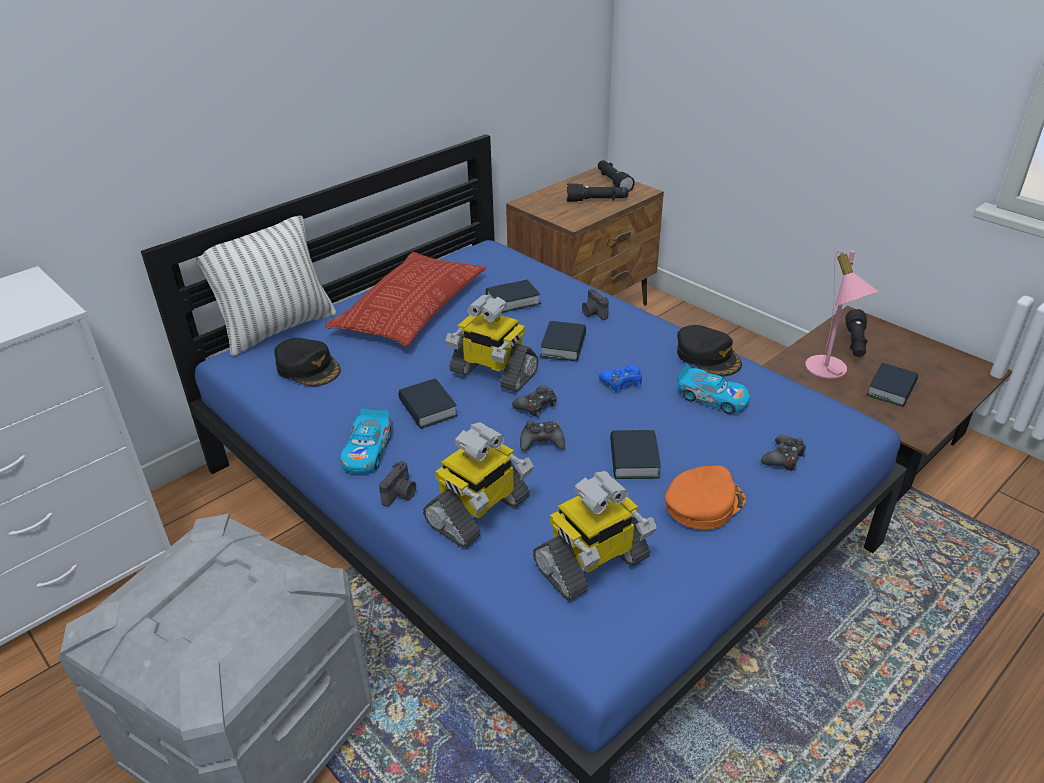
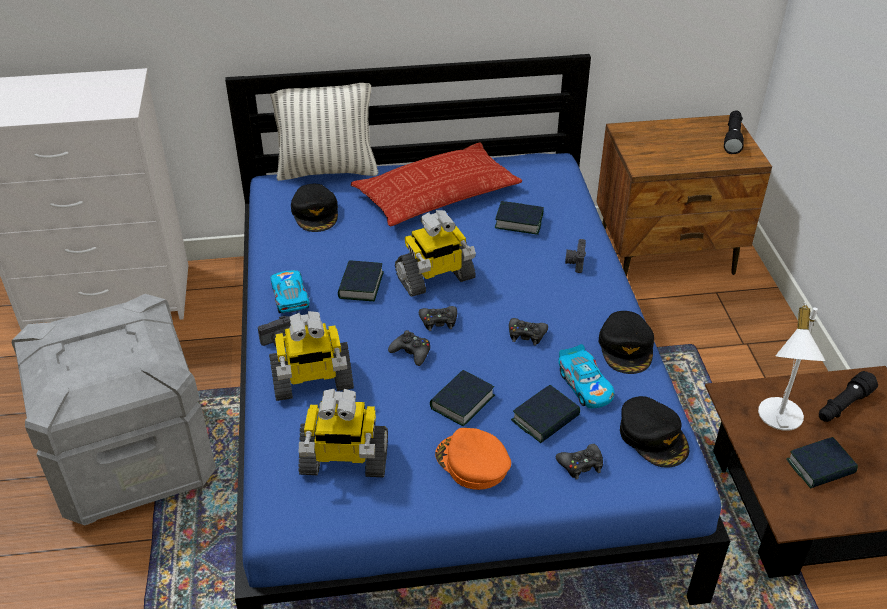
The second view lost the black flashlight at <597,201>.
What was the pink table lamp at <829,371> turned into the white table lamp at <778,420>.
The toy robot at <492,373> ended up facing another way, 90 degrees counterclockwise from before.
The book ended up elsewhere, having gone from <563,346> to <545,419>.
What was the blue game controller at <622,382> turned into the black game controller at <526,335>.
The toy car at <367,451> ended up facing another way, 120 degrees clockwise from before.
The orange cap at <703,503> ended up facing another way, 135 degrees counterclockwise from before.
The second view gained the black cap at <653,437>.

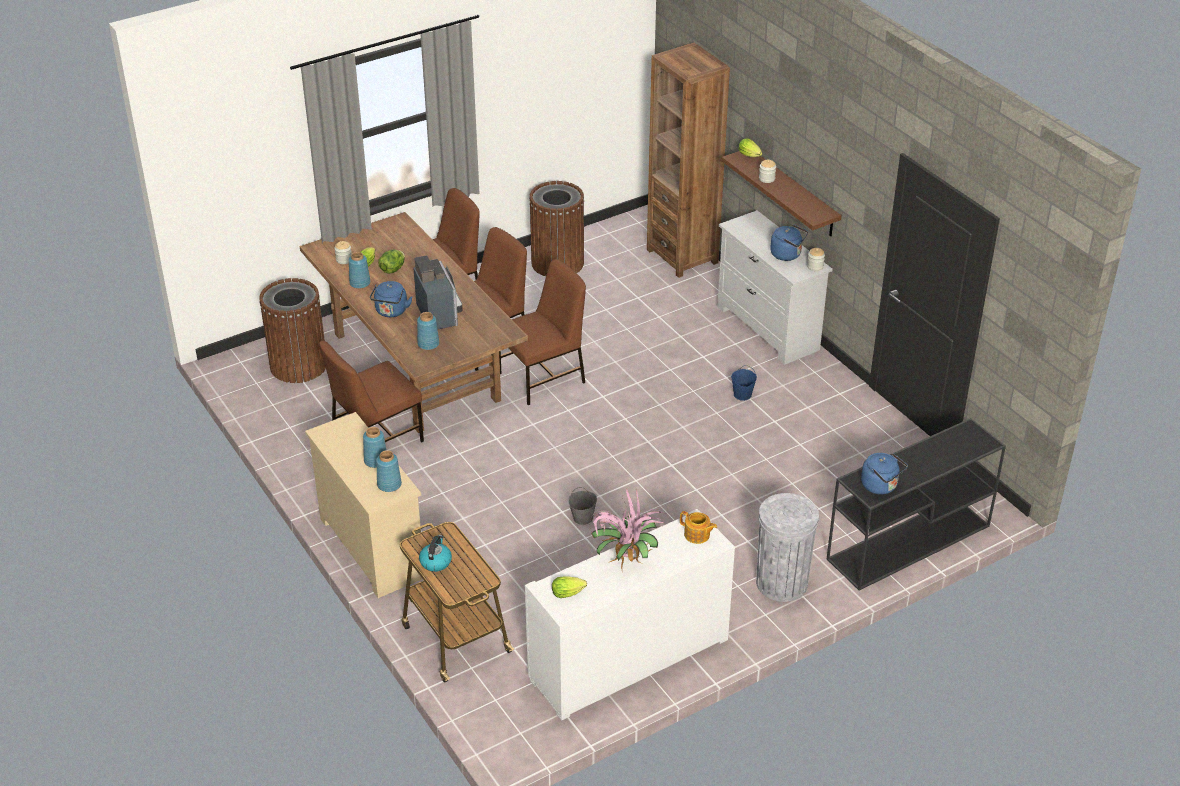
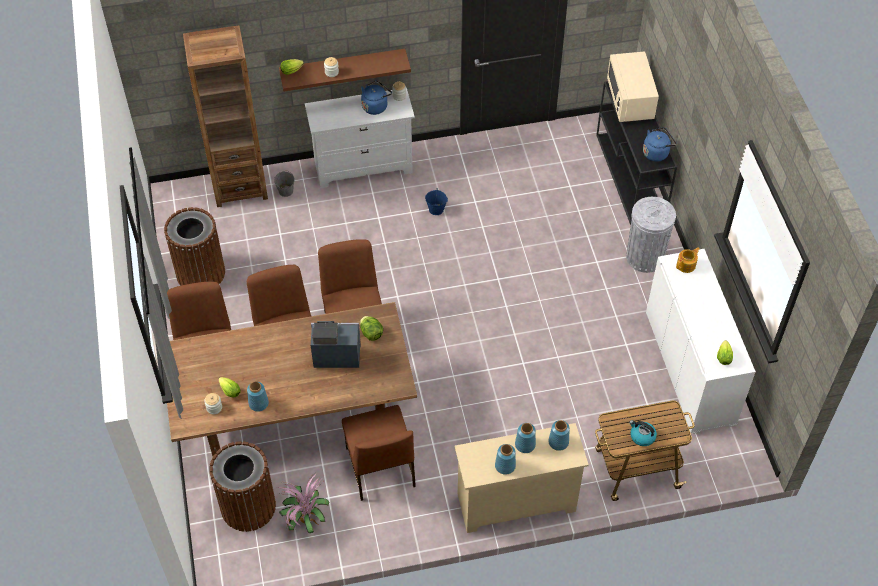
The lettuce ended up elsewhere, having gone from <393,269> to <371,333>.
The second view lost the blue kettle at <391,312>.
The blue vase ended up elsewhere, having gone from <428,344> to <505,465>.
The grey bucket ended up elsewhere, having gone from <583,518> to <285,191>.
The potted plant ended up elsewhere, having gone from <625,560> to <305,519>.
The second view gained the beige microwave at <630,101>.

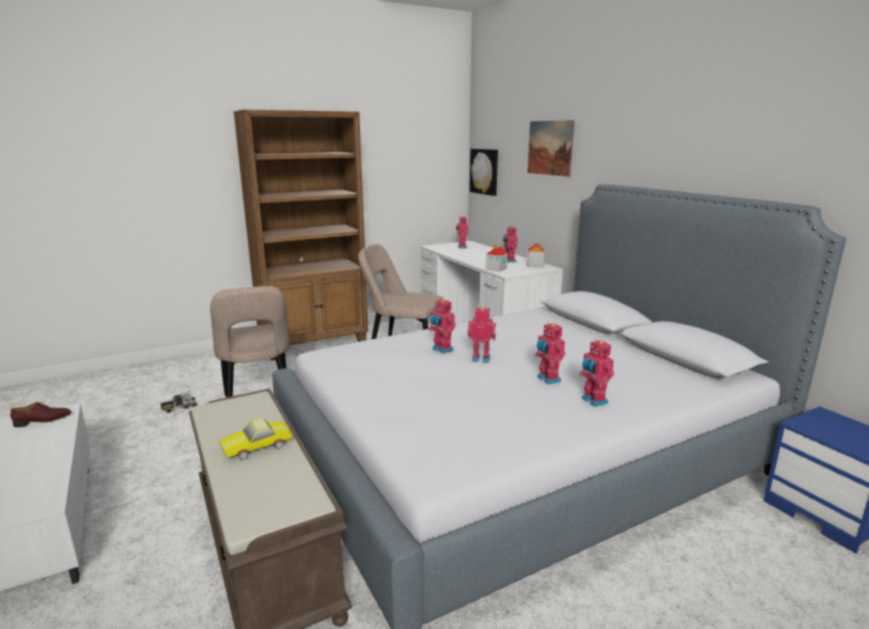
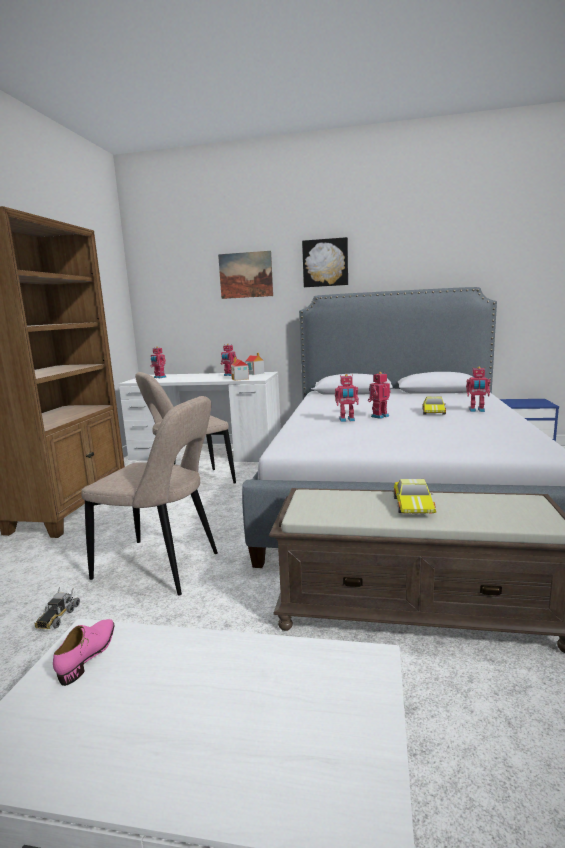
The picture ended up elsewhere, having gone from <485,171> to <325,263>.
Where the toy robot stood at <547,379>, the toy car came to stand at <434,412>.
What was the brown shoe at <43,420> turned into the pink shoe at <89,654>.

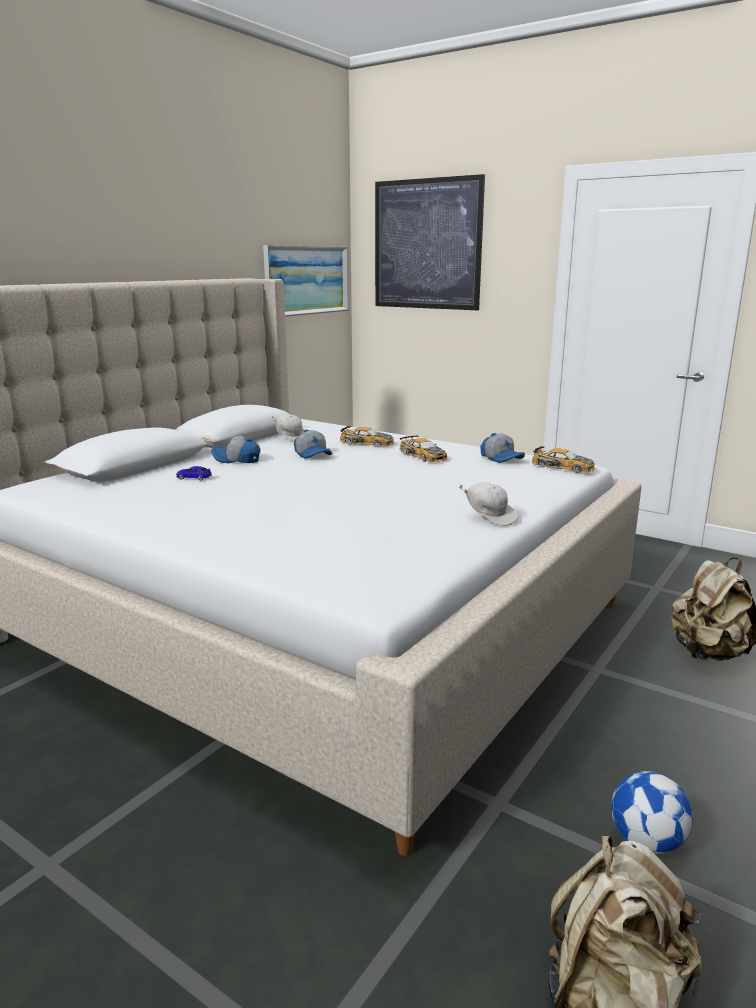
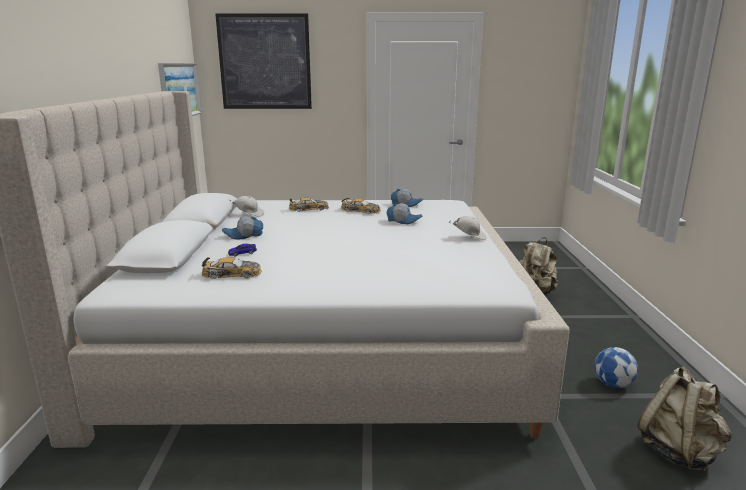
The cap ended up elsewhere, having gone from <313,454> to <404,221>.
The toy car ended up elsewhere, having gone from <563,467> to <232,274>.

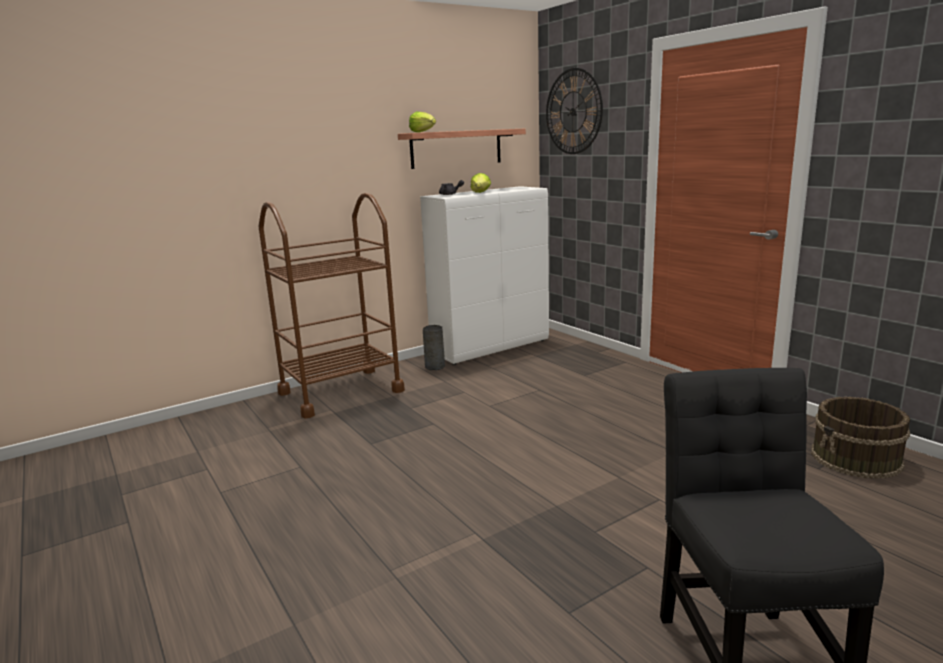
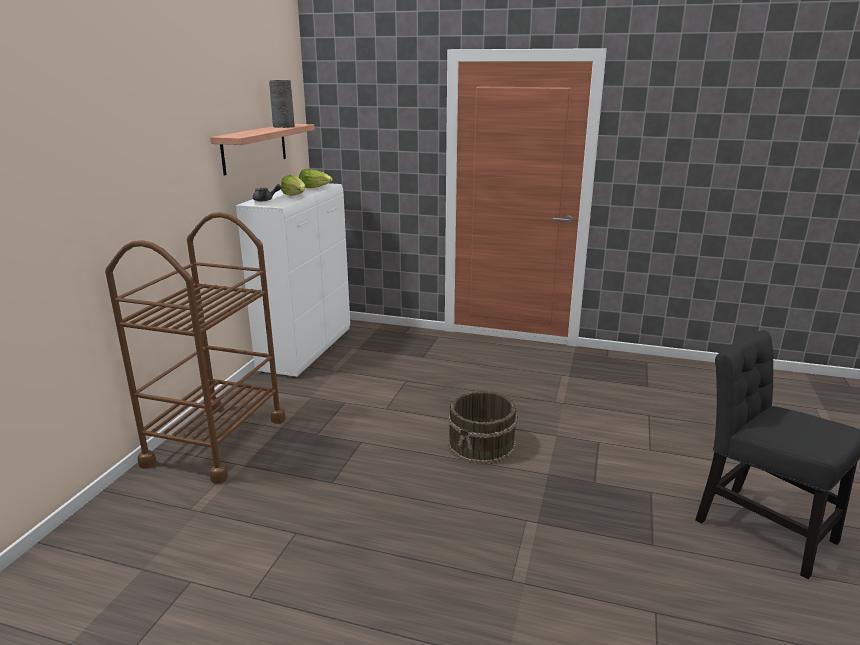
The second view lost the wall clock at <573,111>.
The lettuce ended up elsewhere, having gone from <424,132> to <315,188>.
The grey vase ended up elsewhere, having gone from <435,366> to <283,126>.
The brown bucket ended up elsewhere, having gone from <856,458> to <482,444>.

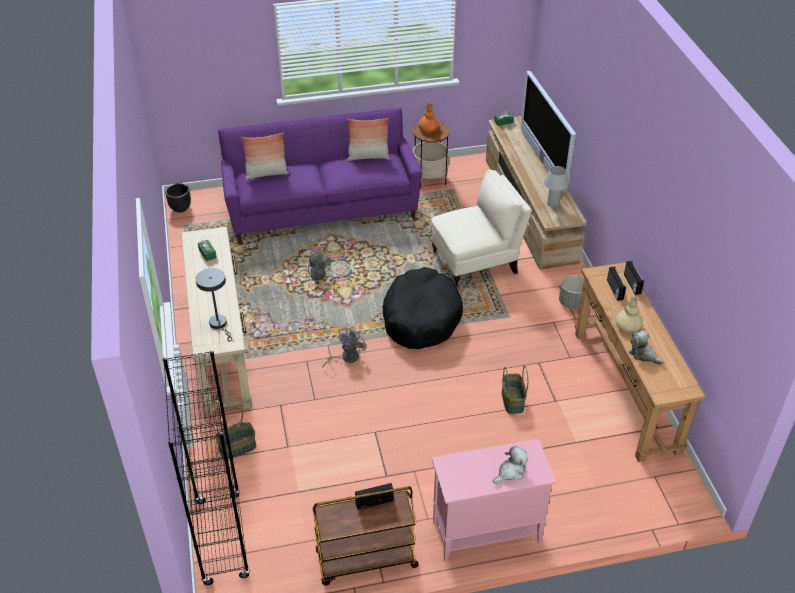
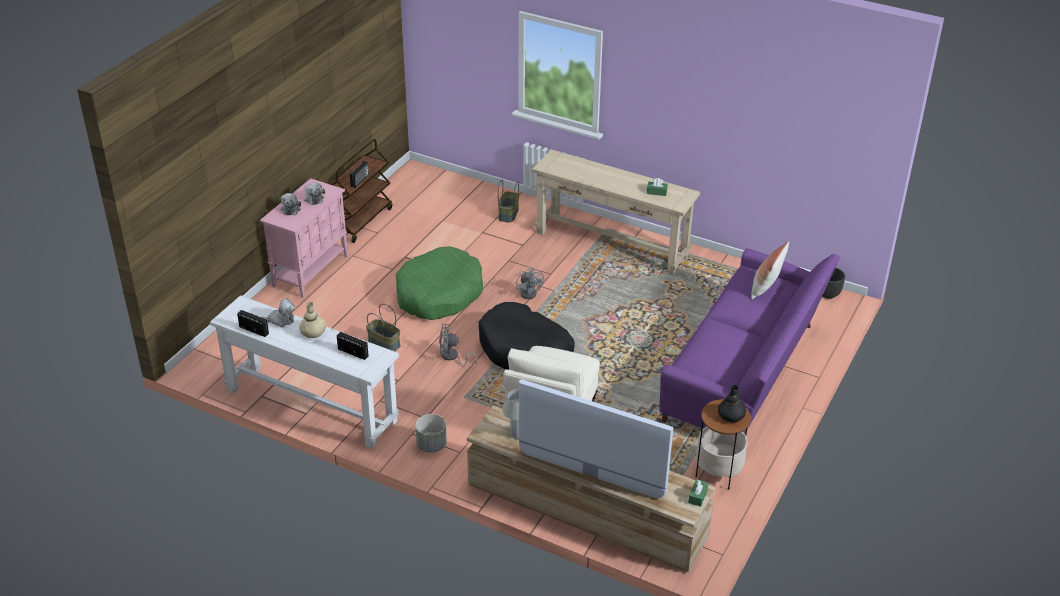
What was the orange vase at <428,129> turned into the black vase at <731,416>.
The second view lost the pillow at <368,157>.
The grey fan ended up elsewhere, having gone from <318,273> to <452,357>.
The radio ended up elsewhere, having gone from <631,284> to <254,330>.
What was the brown console table at <625,390> turned into the white console table at <311,405>.
The second view lost the grey table lamp at <219,324>.
The second view lost the black bookcase at <222,539>.
The second view gained the plush toy at <314,198>.
The second view gained the green dog bed at <439,294>.

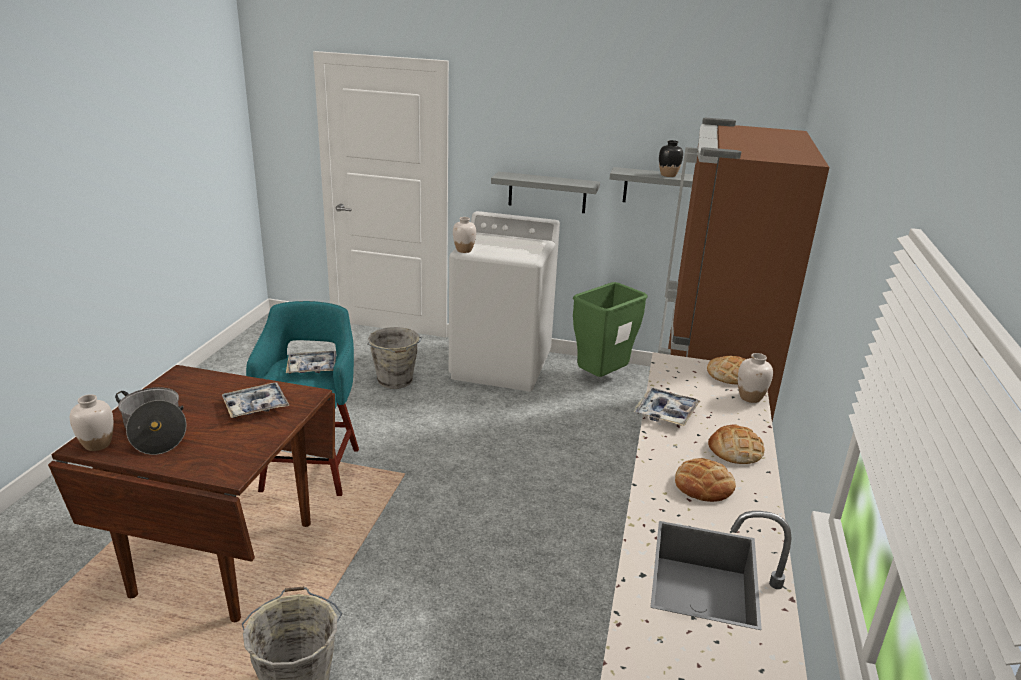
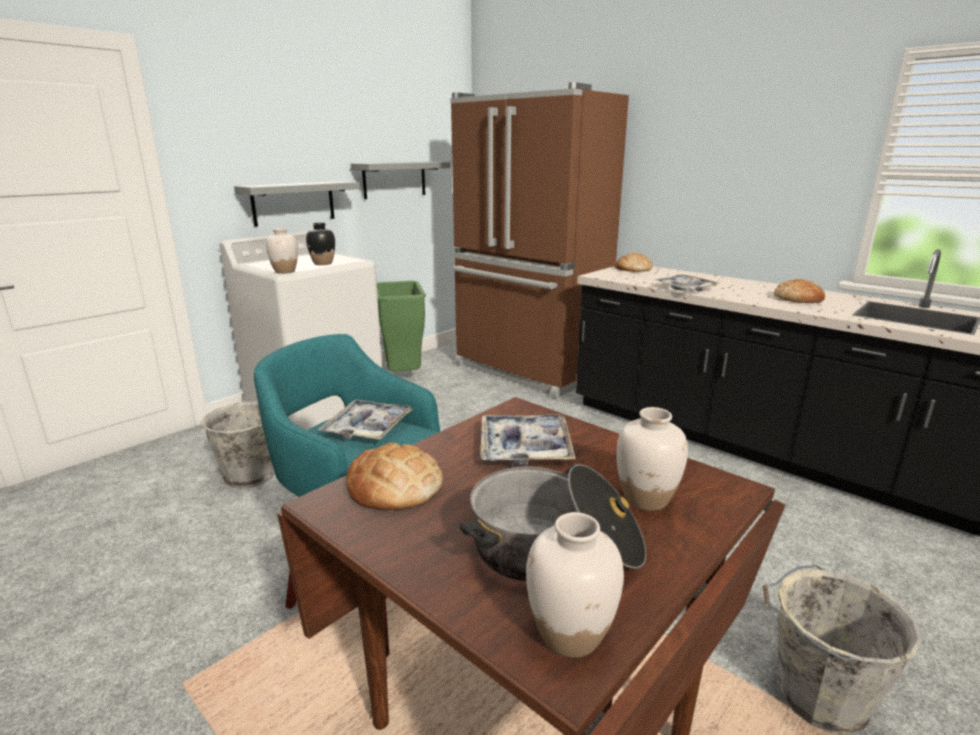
The black vase ended up elsewhere, having gone from <668,175> to <323,263>.
The white vase ended up elsewhere, having gone from <750,398> to <646,499>.
The bread ended up elsewhere, having gone from <735,450> to <394,487>.

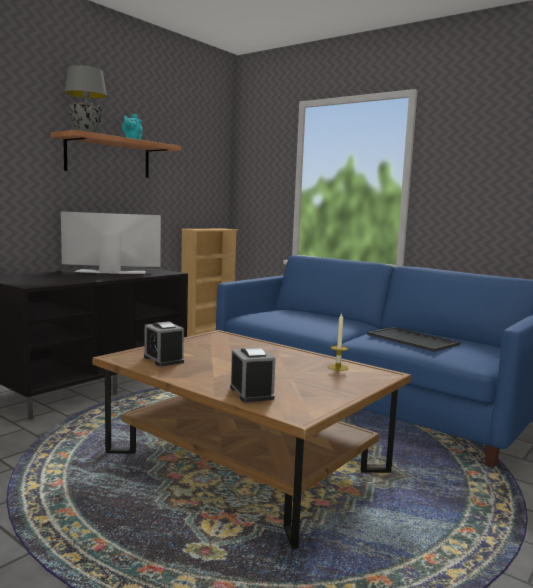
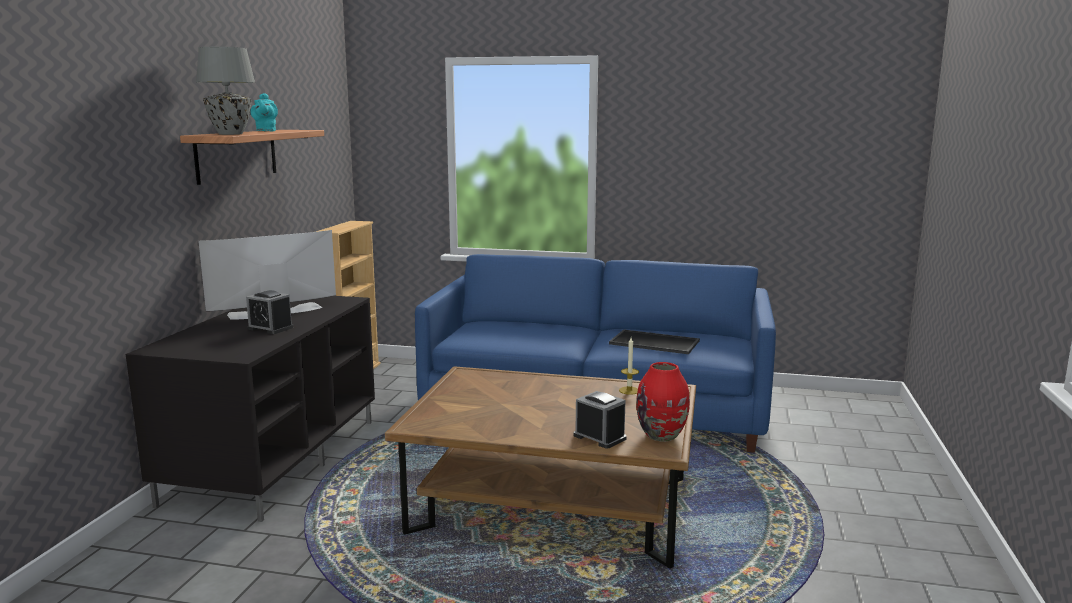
The alarm clock ended up elsewhere, having gone from <163,359> to <270,328>.
The second view gained the red vase at <662,435>.

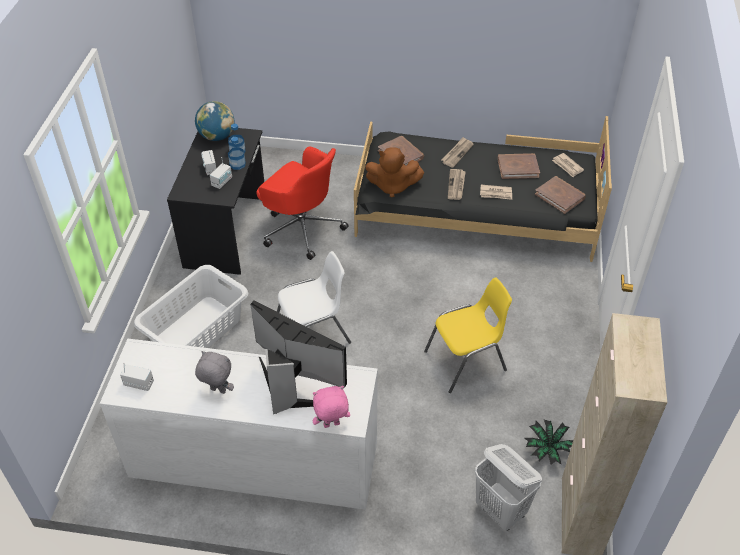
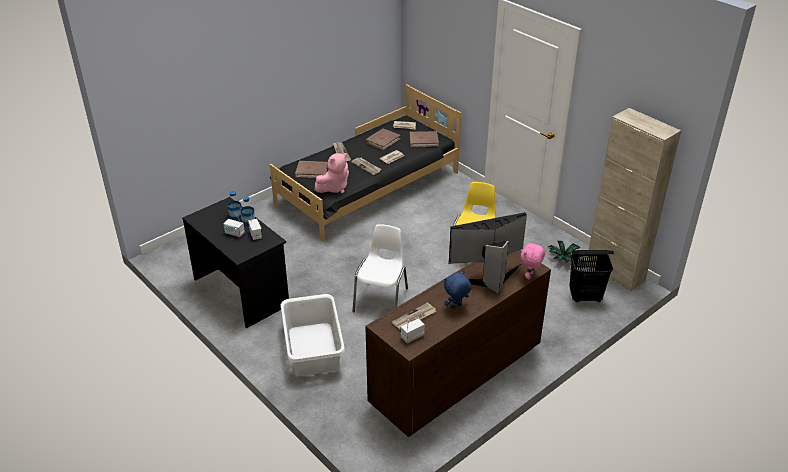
The second view lost the globe at <217,136>.
The second view lost the red office chair at <301,228>.
What was the brown plush toy at <392,186> turned into the pink plush toy at <334,188>.
What was the white dresser at <254,465> turned into the brown dresser at <455,377>.
What was the grey plush toy at <217,391> turned into the blue plush toy at <456,307>.
What was the white laundry basket at <501,510> turned into the black laundry basket at <585,297>.
The second view gained the newspaper at <414,318>.

